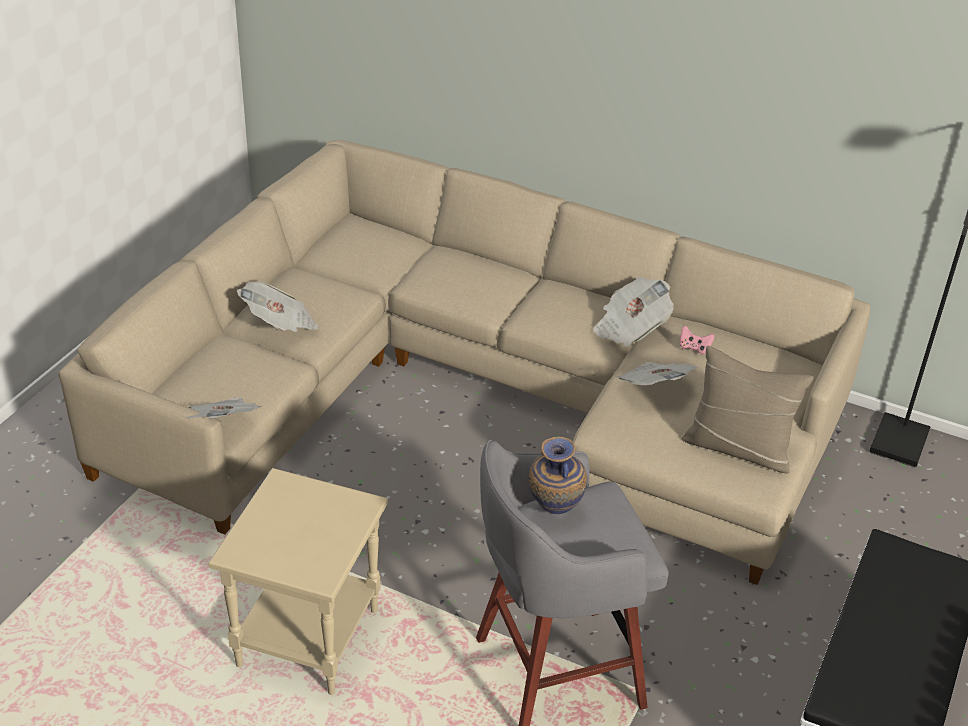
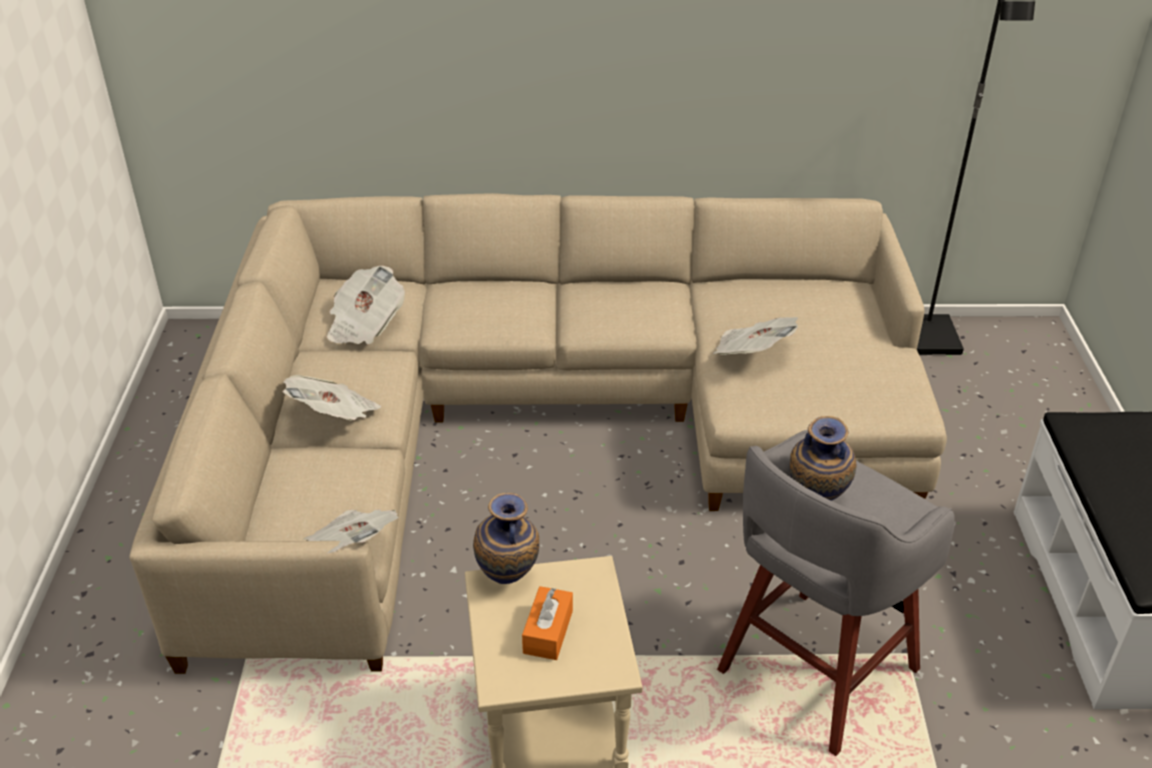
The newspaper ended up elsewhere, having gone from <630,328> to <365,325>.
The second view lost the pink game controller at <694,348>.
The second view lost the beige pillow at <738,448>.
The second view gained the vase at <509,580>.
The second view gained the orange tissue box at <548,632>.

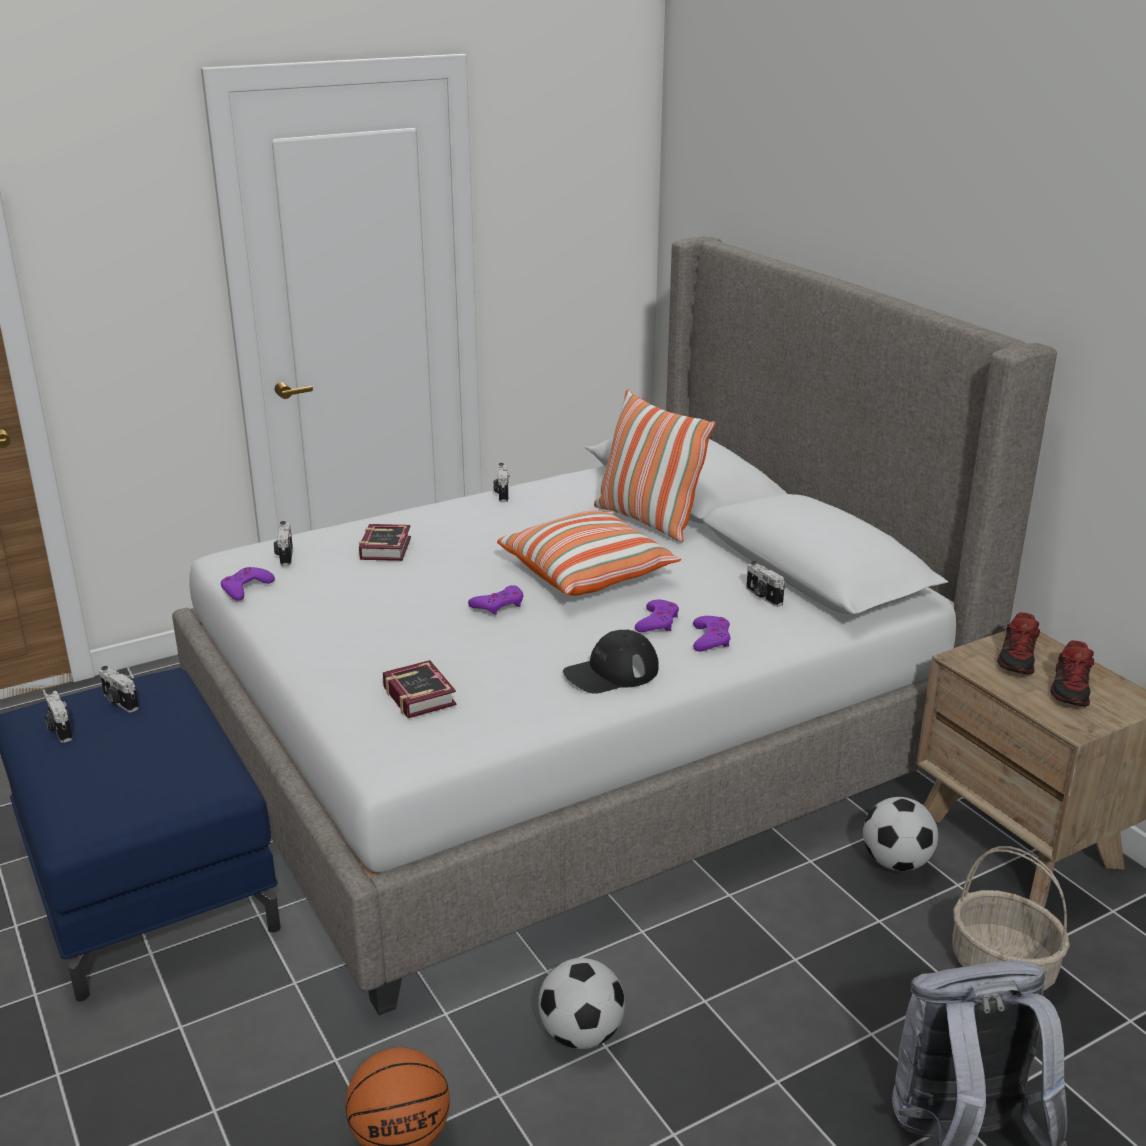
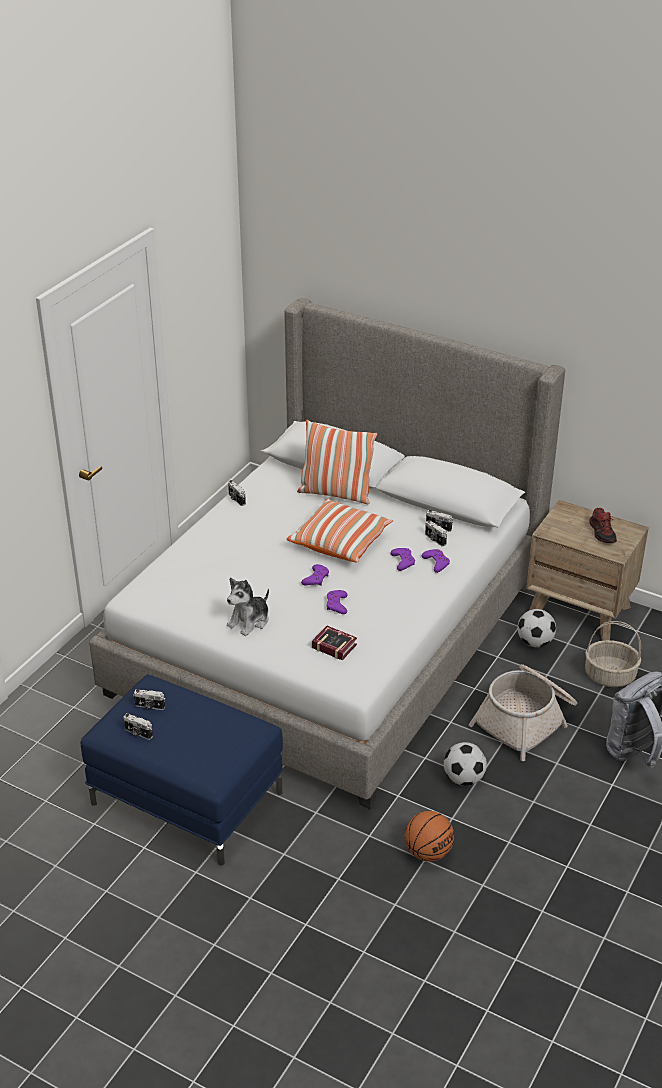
The photo camera ended up elsewhere, having gone from <284,556> to <434,539>.
The second view lost the book at <387,547>.
The purple game controller ended up elsewhere, having gone from <245,588> to <337,604>.
The second view lost the shoe at <1018,659>.
The second view lost the black cap at <611,672>.
The second view gained the plush toy at <249,621>.
The second view gained the basket at <526,720>.

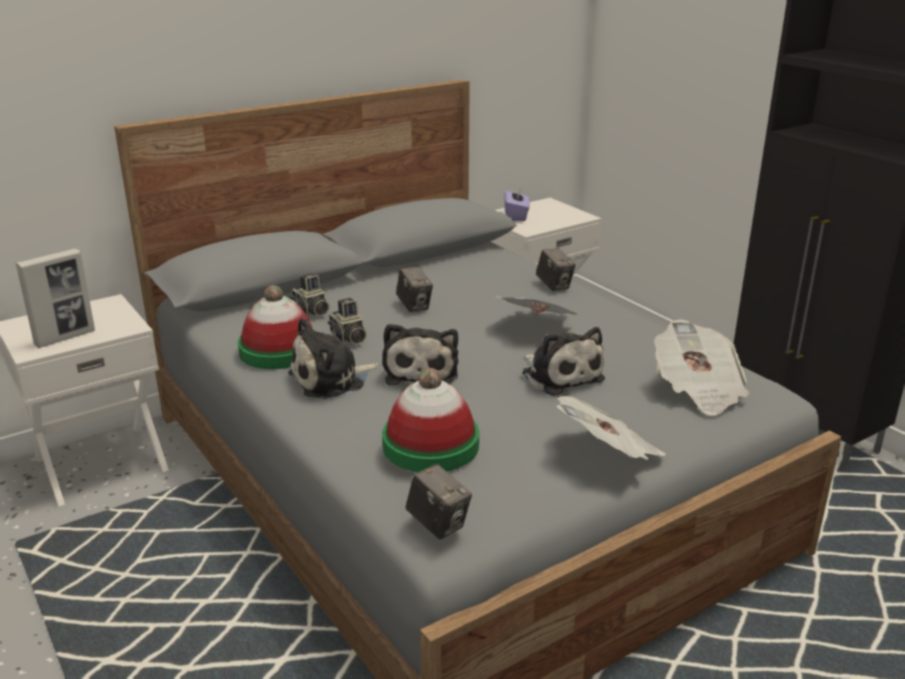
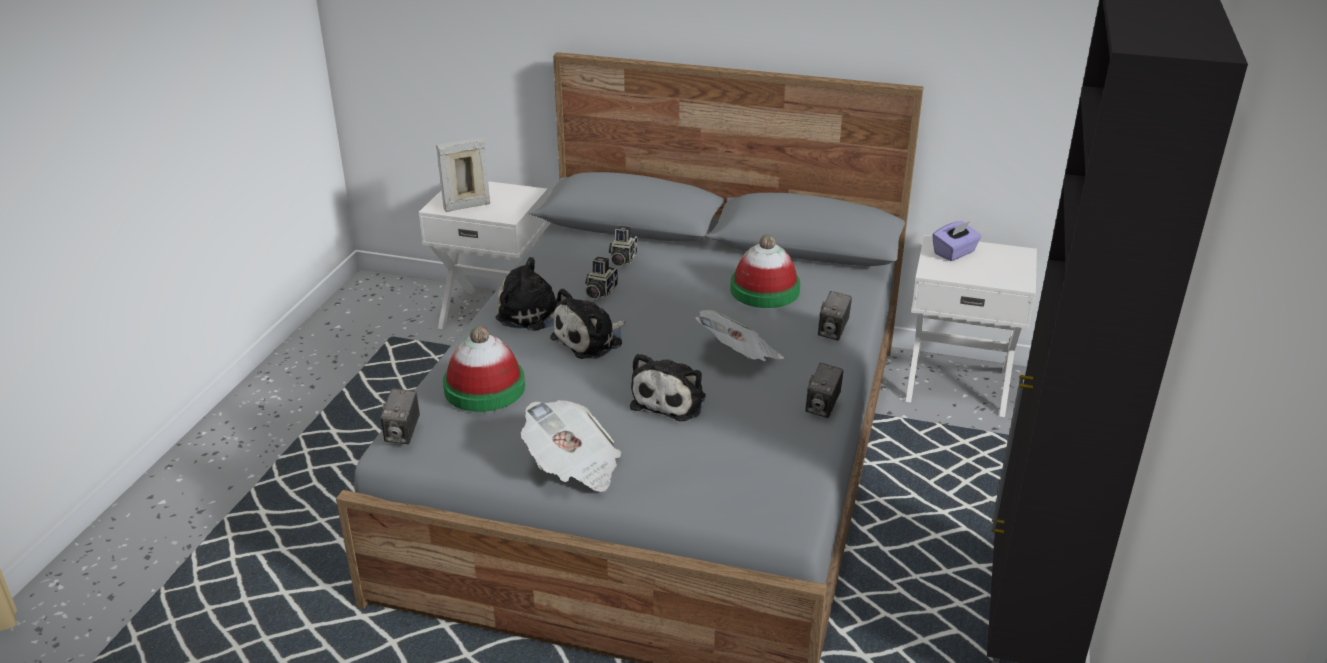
The picture frame at <65,338> ended up facing another way, 150 degrees clockwise from before.
The photo camera ended up elsewhere, having gone from <414,306> to <822,407>.
The hat ended up elsewhere, having gone from <279,350> to <764,290>.
The second view lost the newspaper at <698,390>.

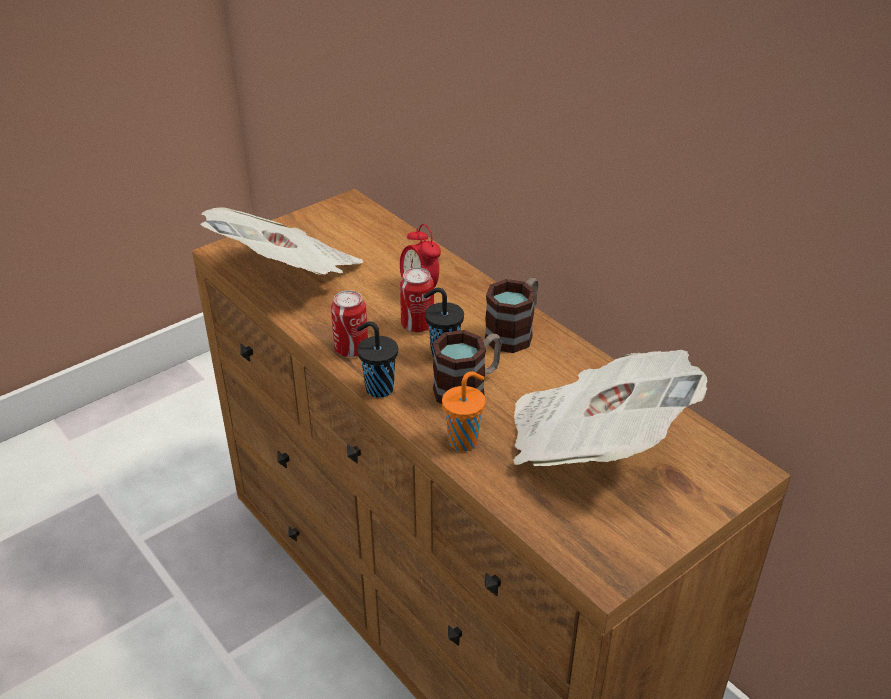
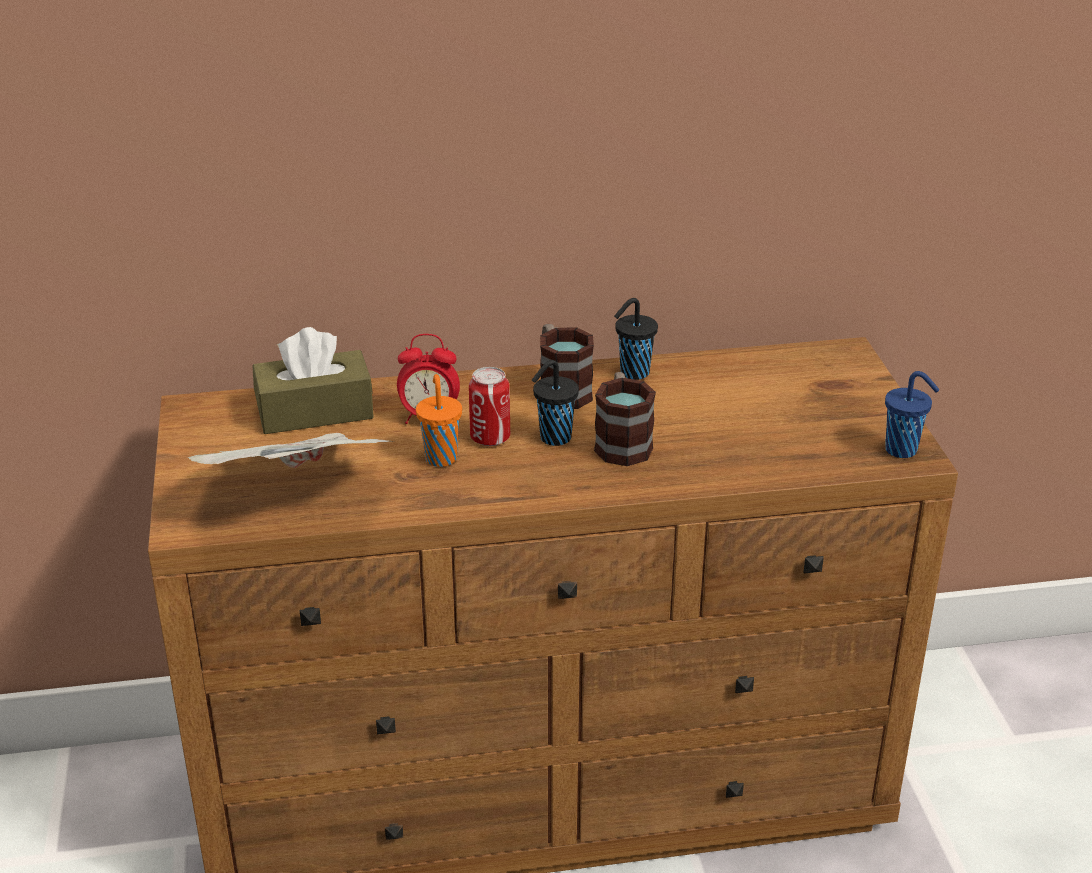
The second view lost the can at <351,349>.
The black cup ended up elsewhere, having gone from <378,388> to <633,373>.
The second view lost the newspaper at <593,443>.
The orange cup ended up elsewhere, having gone from <464,441> to <440,457>.
The second view gained the brown tissue box at <315,411>.
The second view gained the blue cup at <903,450>.

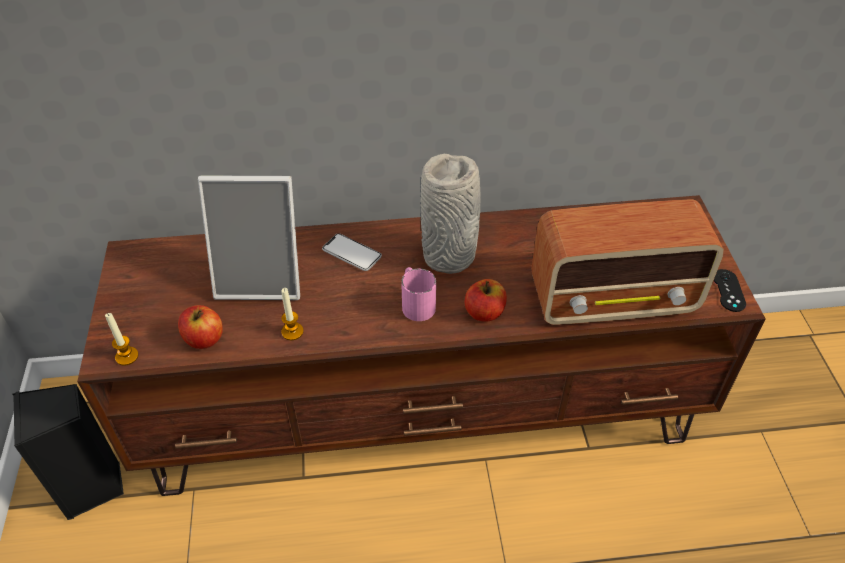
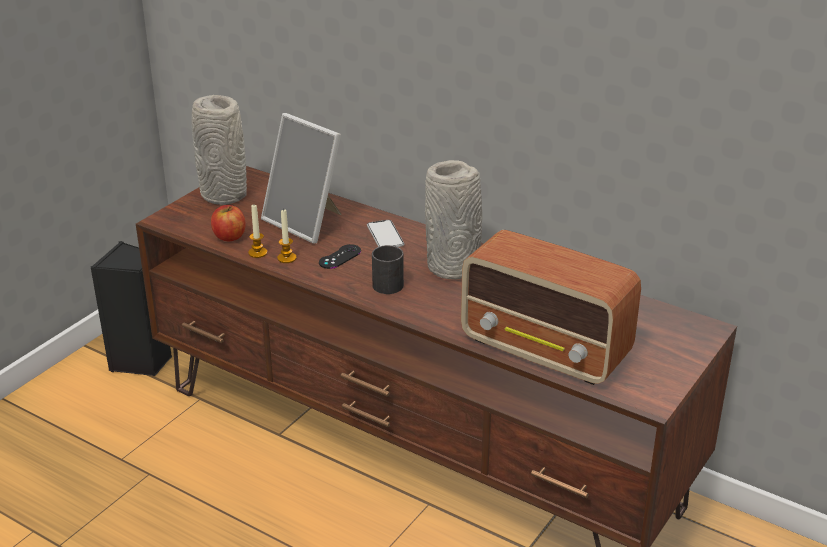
What was the pink mug at <416,303> turned into the black mug at <390,282>.
The black game controller ended up elsewhere, having gone from <728,290> to <340,257>.
The second view lost the apple at <484,312>.
The candle ended up elsewhere, having gone from <127,356> to <257,253>.
The second view gained the grey vase at <224,195>.

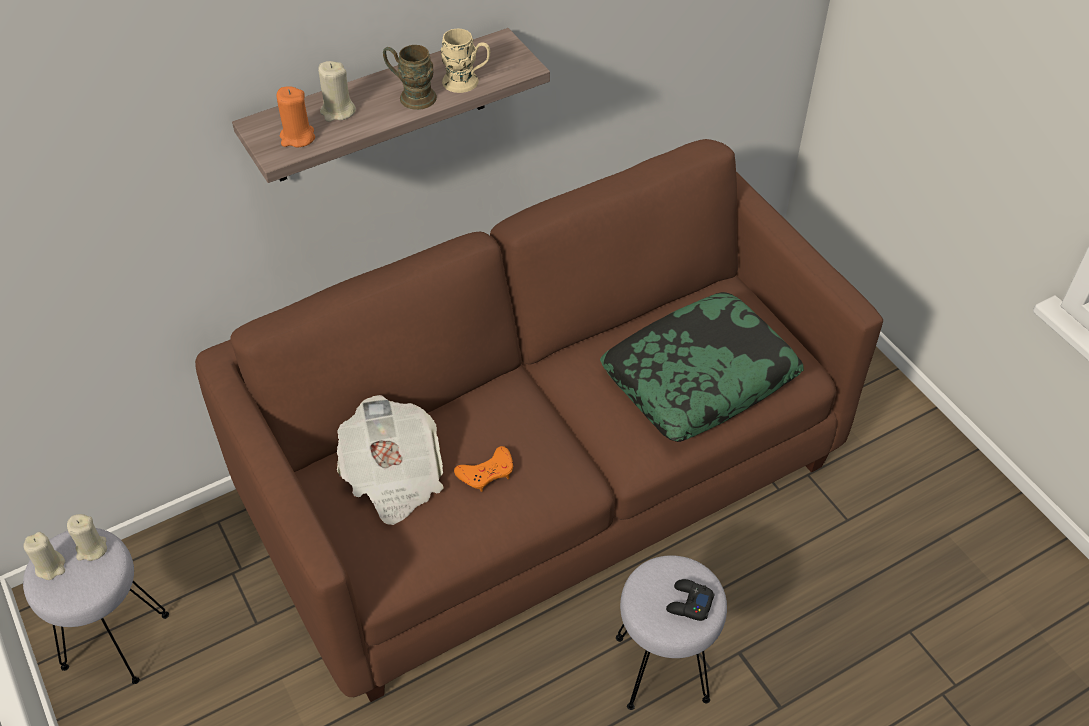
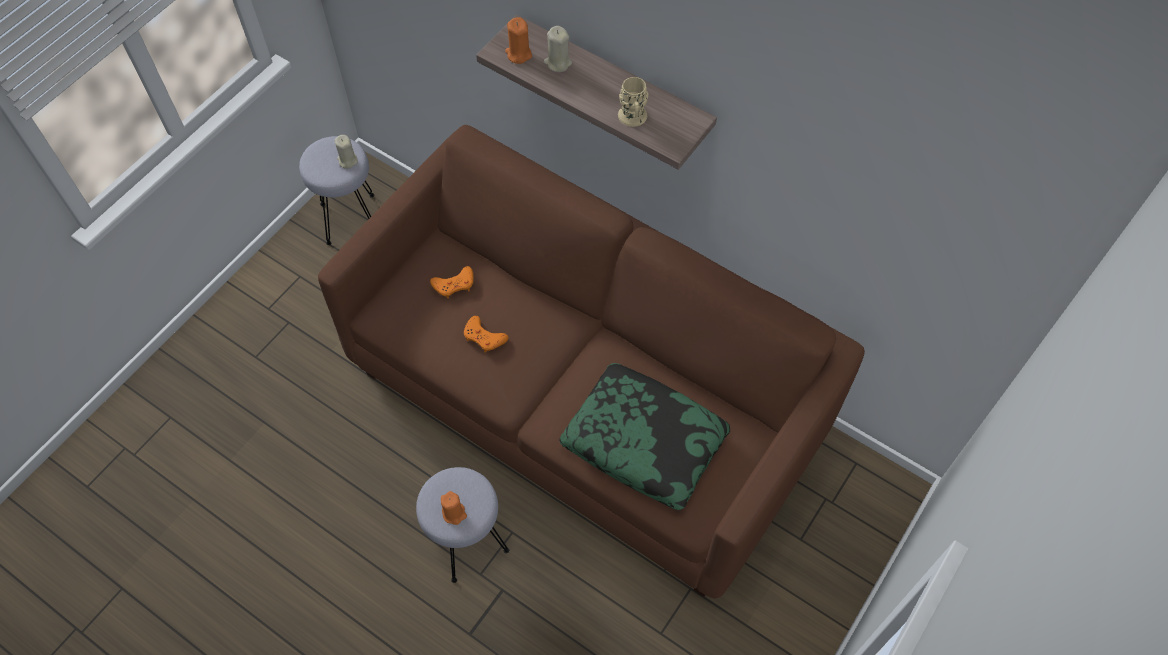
The second view lost the brown mug at <411,96>.
Where the newspaper stood at <393,477>, the orange game controller came to stand at <454,284>.
The second view lost the beige candle at <50,566>.
Where the black game controller stood at <689,603>, the orange candle came to stand at <454,513>.

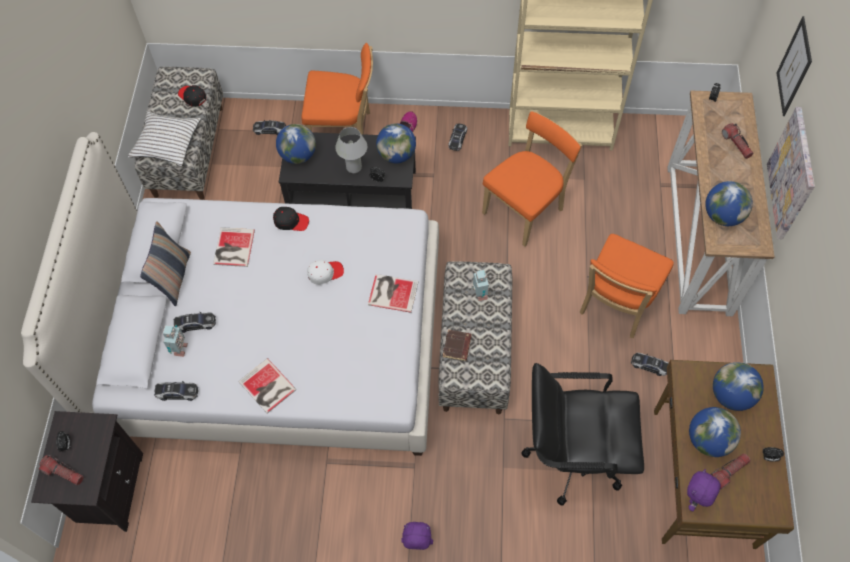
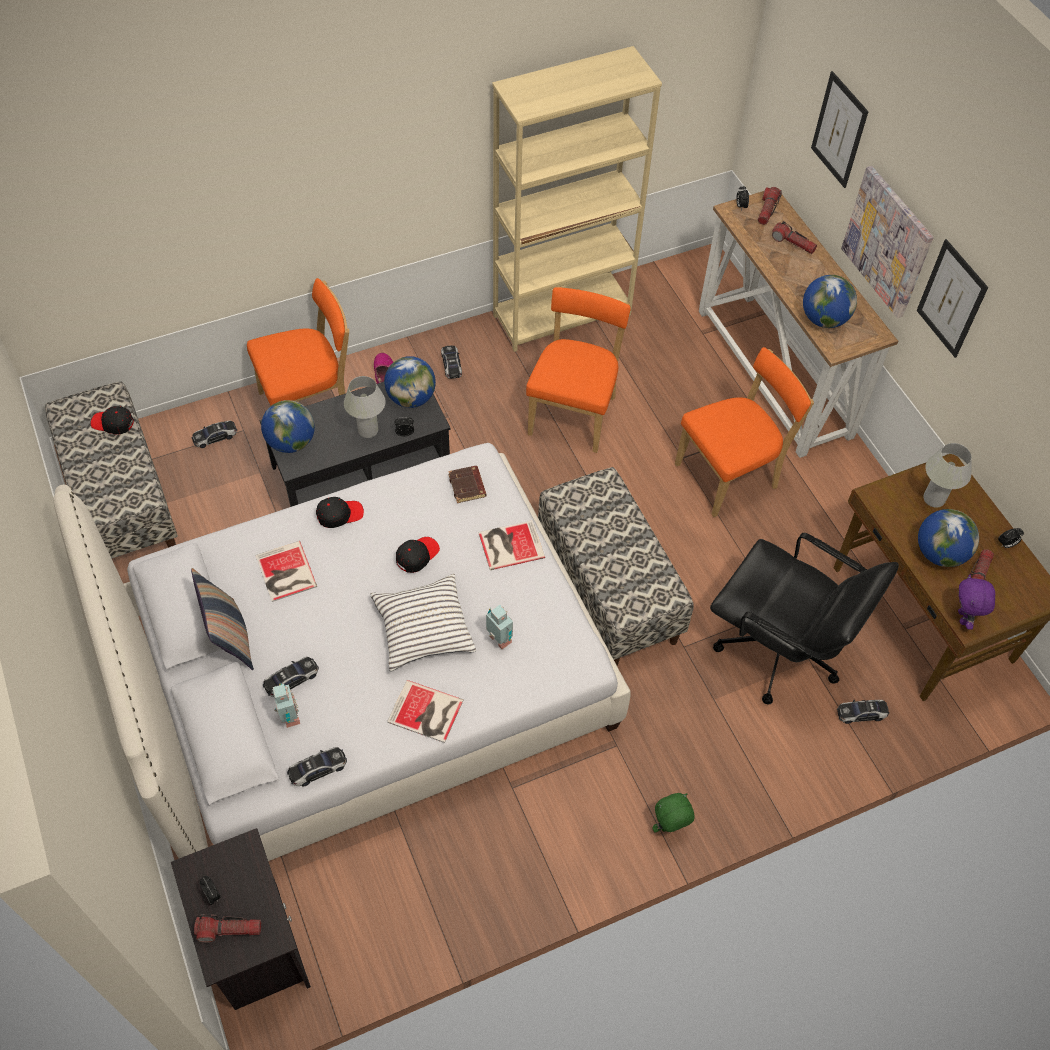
The white pillow ended up elsewhere, having gone from <166,143> to <423,628>.
The orange chair at <616,305> ended up facing another way, 120 degrees counterclockwise from before.
What was the white cap at <325,273> turned into the black cap at <417,555>.
The toy robot ended up elsewhere, having gone from <479,295> to <499,641>.
The brown book ended up elsewhere, having gone from <457,347> to <468,486>.
The toy car ended up elsewhere, having gone from <649,365> to <861,713>.
Where the globe stood at <731,395>, the white table lamp came to stand at <933,499>.
The black office chair at <573,454> ended up facing another way, 120 degrees counterclockwise from before.
What was the purple plush toy at <417,544> turned into the green plush toy at <669,827>.
The second view gained the flashlight at <767,210>.
The second view gained the picture at <951,299>.

